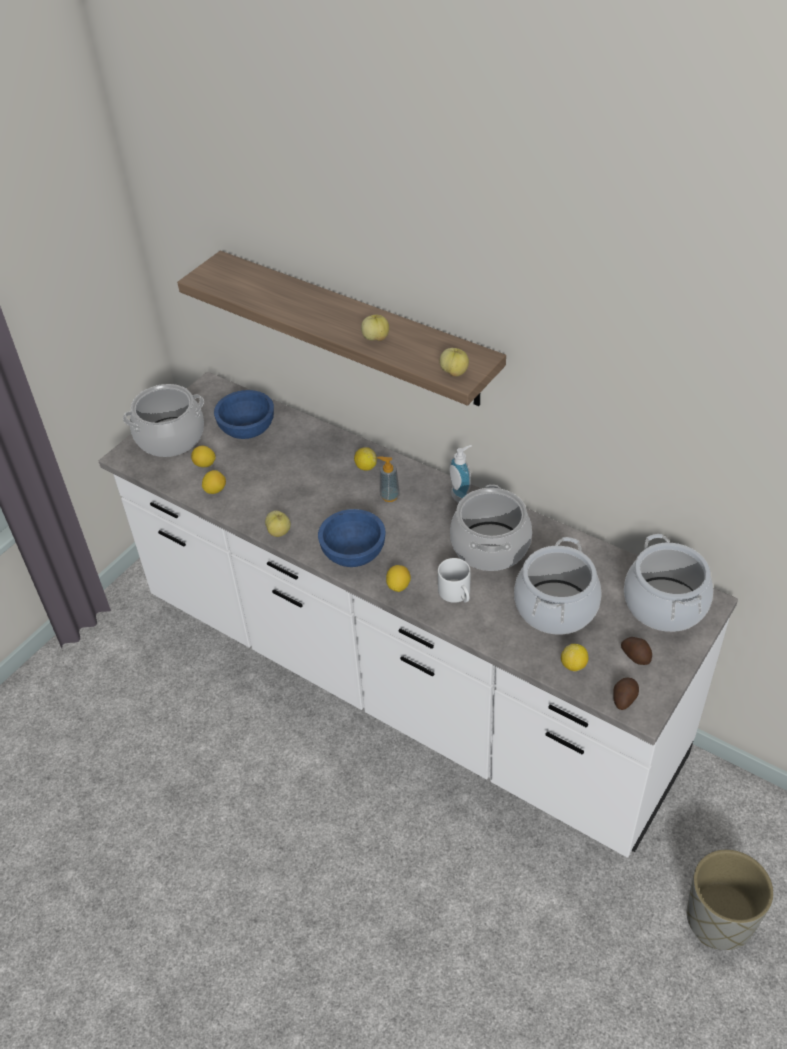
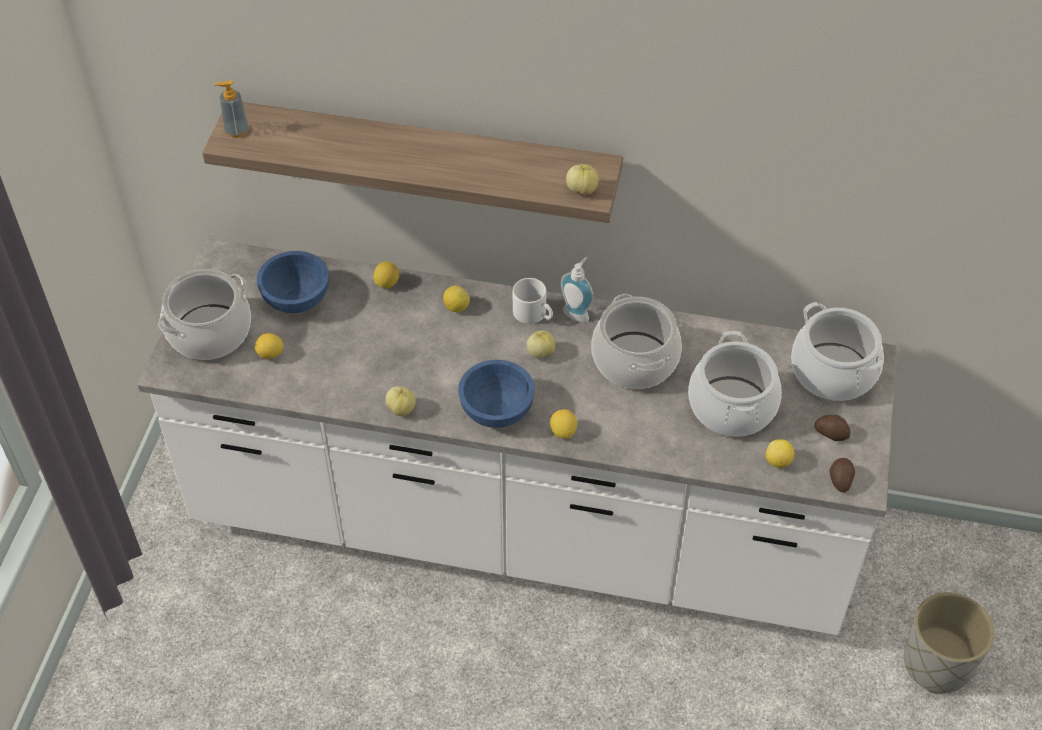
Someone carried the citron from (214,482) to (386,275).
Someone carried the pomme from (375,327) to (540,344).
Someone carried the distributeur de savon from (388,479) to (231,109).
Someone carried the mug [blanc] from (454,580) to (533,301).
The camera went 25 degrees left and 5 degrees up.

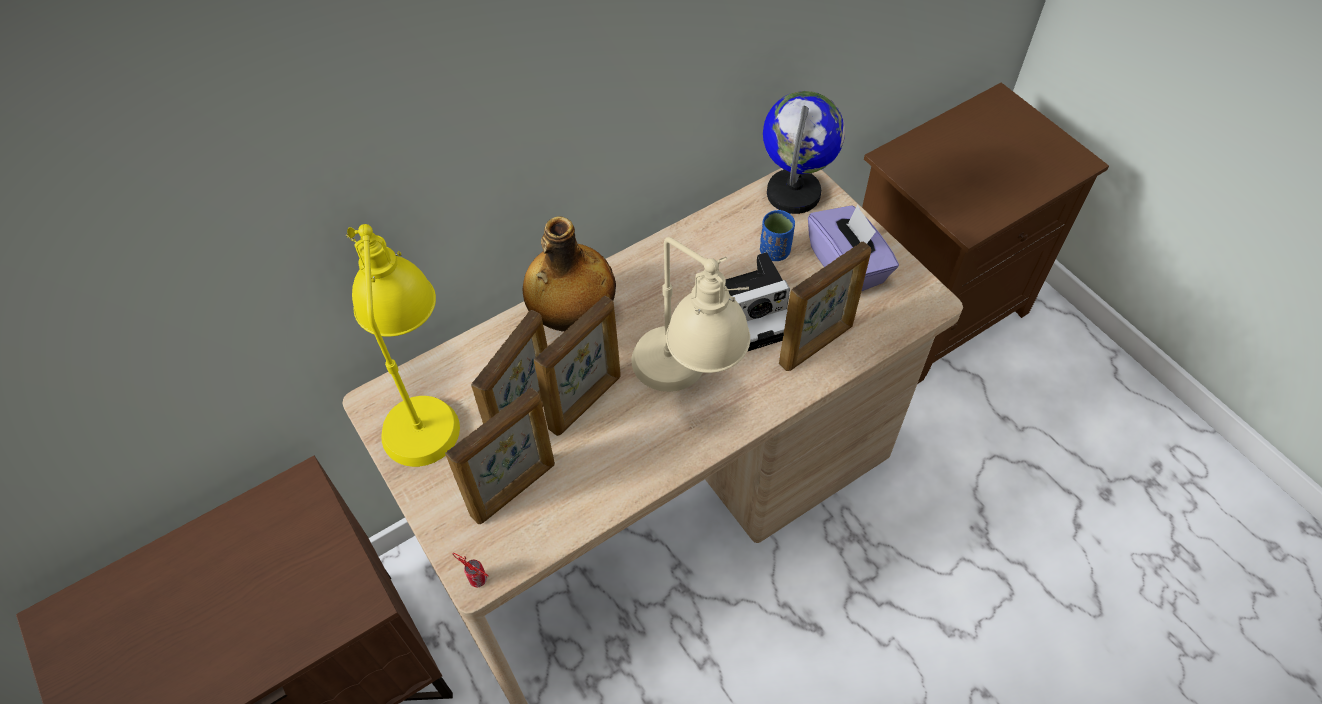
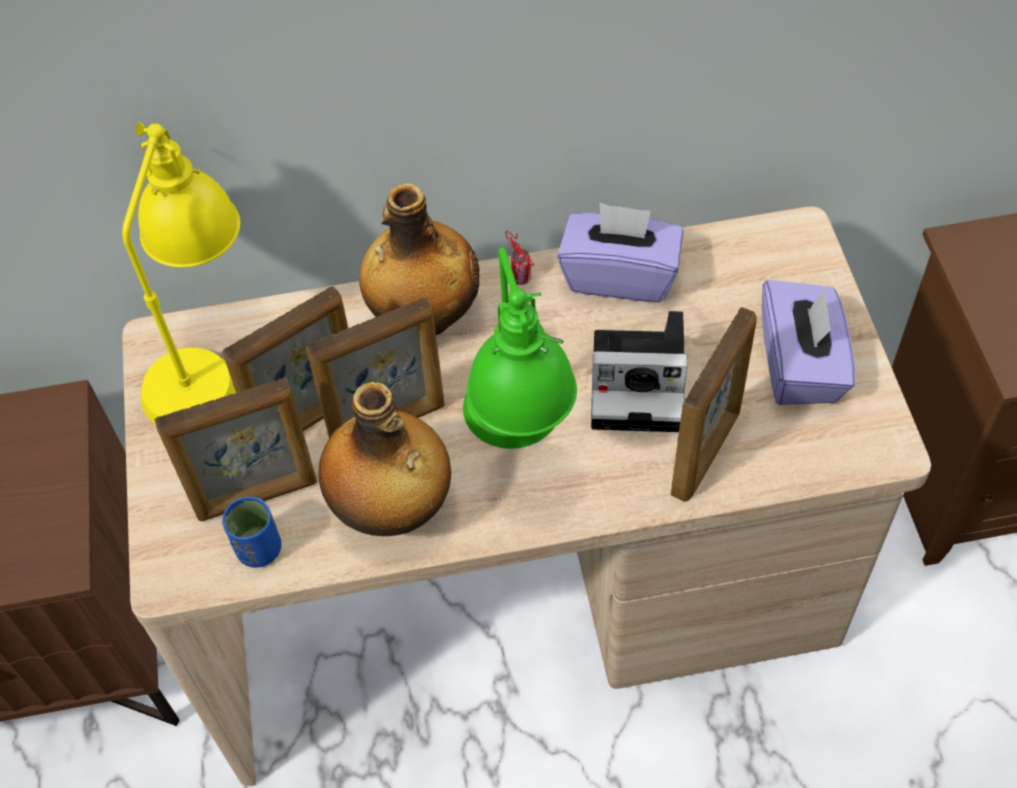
Someone carried the boîte métallique from (471,570) to (519,258).
Someone repainted the lampe de table [beige] at (690,314), which became the lampe de table [vert] at (520,348).
Someone carried the tasse [bleu] from (777,235) to (251,532).
Someone took away the globe at (804,152).
Someone rotated the cadre photo at (825,306) by 45 degrees counterclockwise.
Someone put down the bouteille at (385,459).
Someone put down the boîte à mouchoirs [violet] at (620,252).
The camera went 25 degrees right and 0 degrees up.

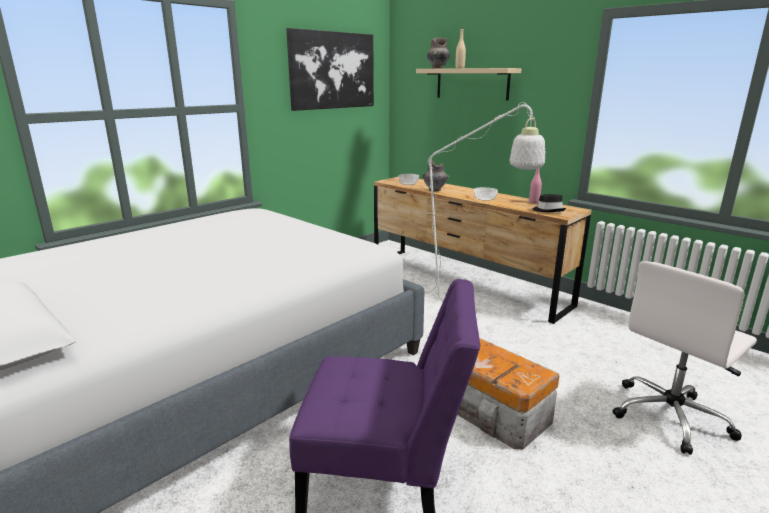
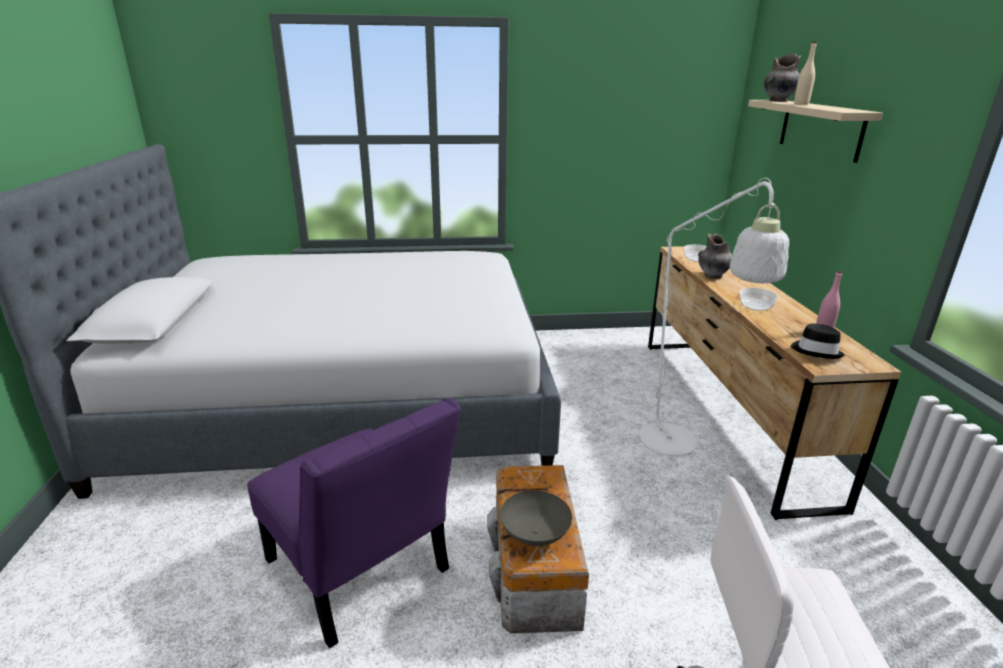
Someone took away the tableau at (330,69).
Someone put down the bol [gris] at (536,518).
The camera went 40 degrees right and 5 degrees up.

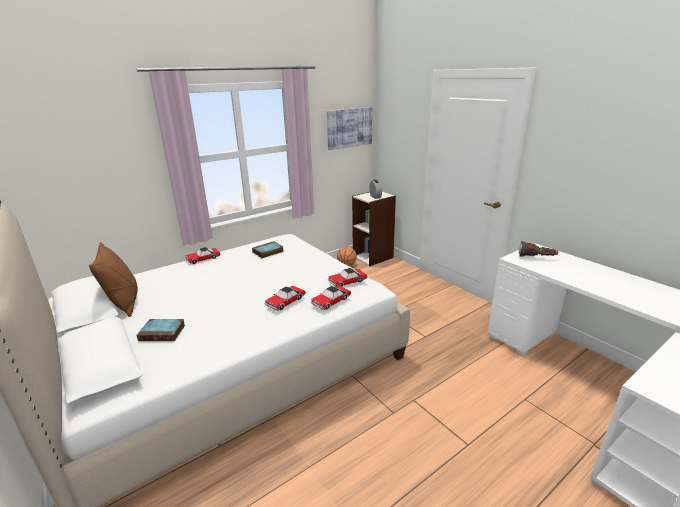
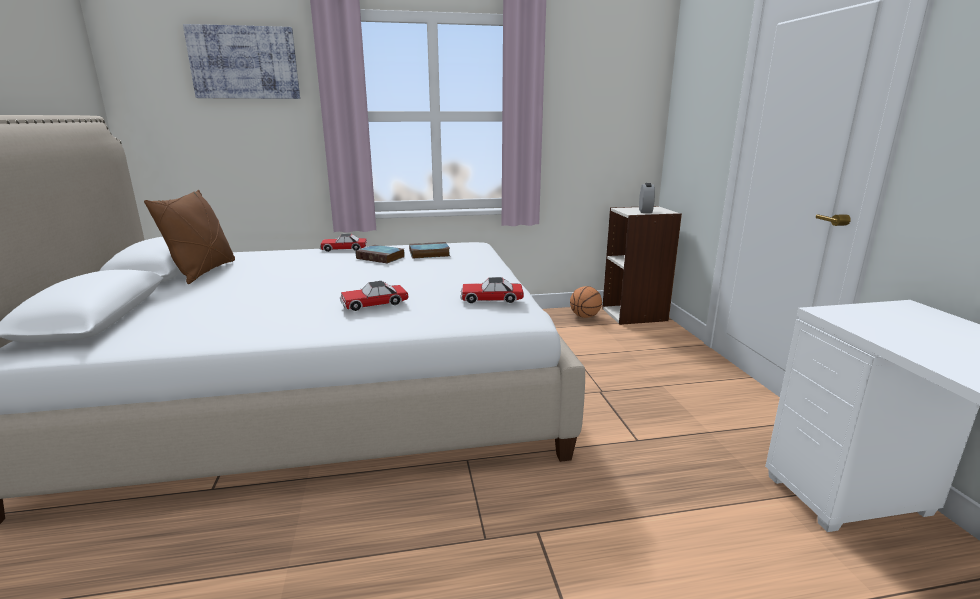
Someone carried the livre from (161,330) to (380,254).
Someone took away the petite voiture at (331,297).
Someone carried the tableau from (349,128) to (241,61).
Someone took away the lampe de poche at (538,249).
The camera went 25 degrees right and 5 degrees down.

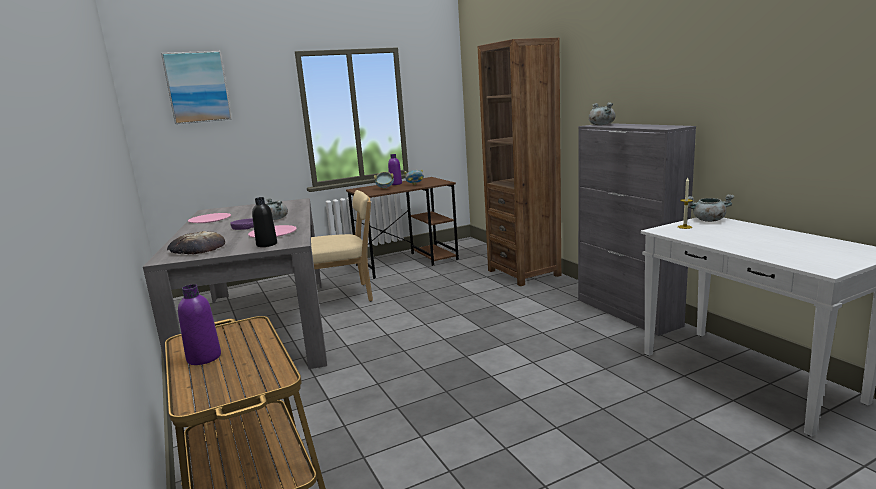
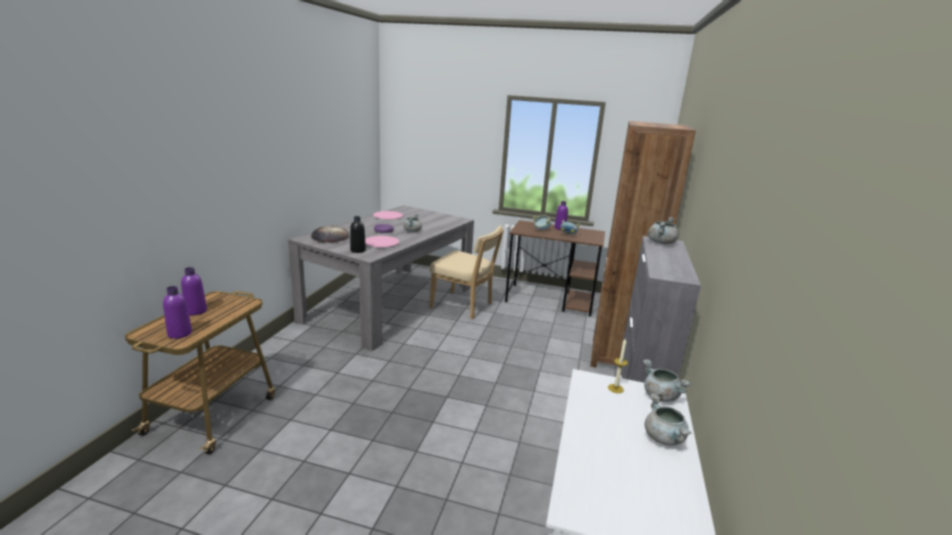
Someone took away the tableau at (196,87).
Someone put down the bouteille [violet] at (177,312).
Someone put down the marmite [gris] at (668,419).
The camera went 40 degrees right and 5 degrees up.

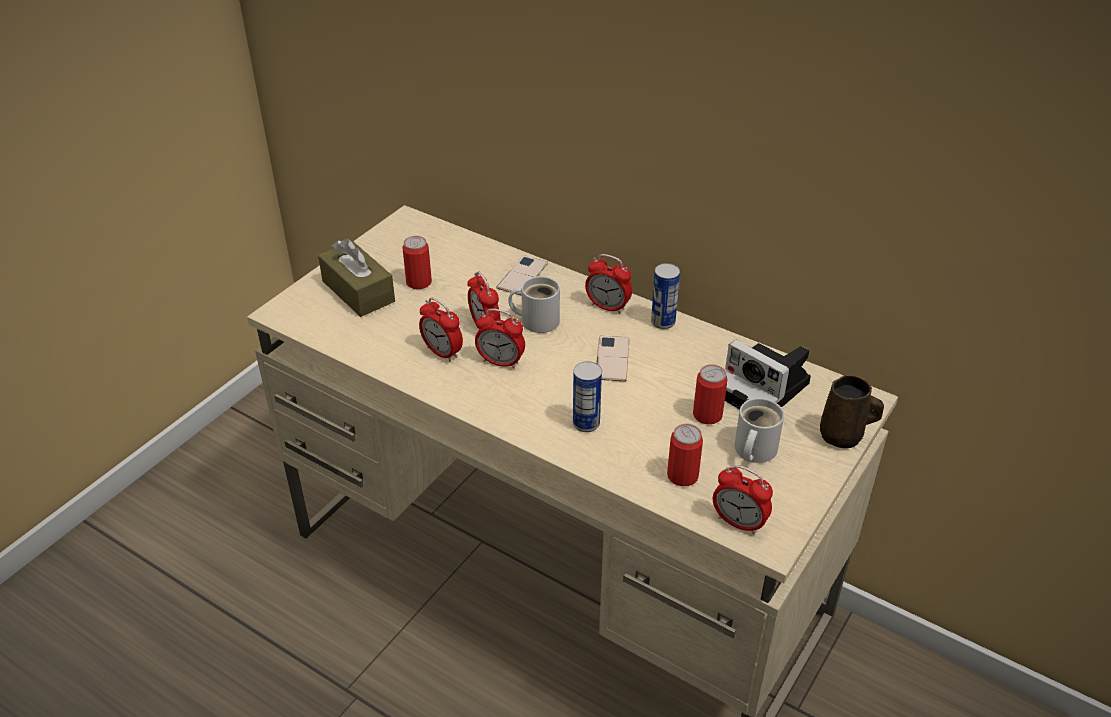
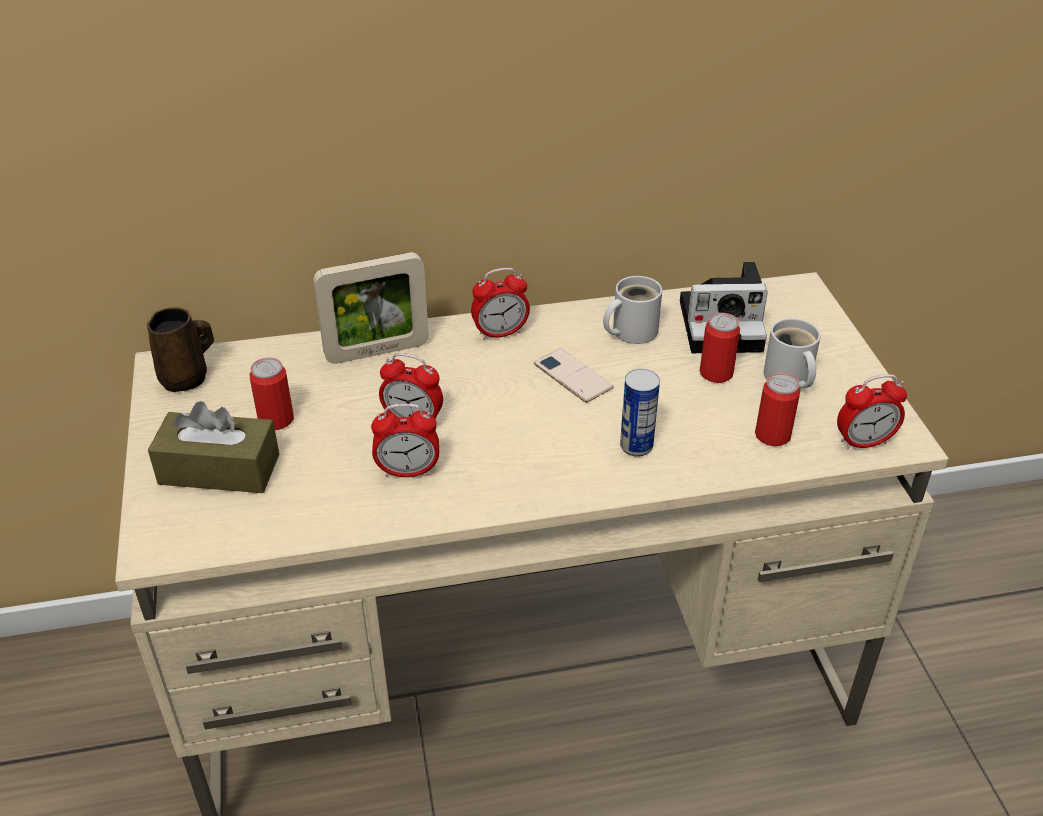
Someone took away the réveil at (500,338).
Someone swapped the téléphone at (522,275) for the cadre photo at (371,308).
Someone carried the mug [blanc] from (534,304) to (632,310).
Someone took away the boîte métallique at (665,296).
Someone carried the mug [marron] from (852,411) to (180,349).
The camera went 45 degrees left and 0 degrees up.

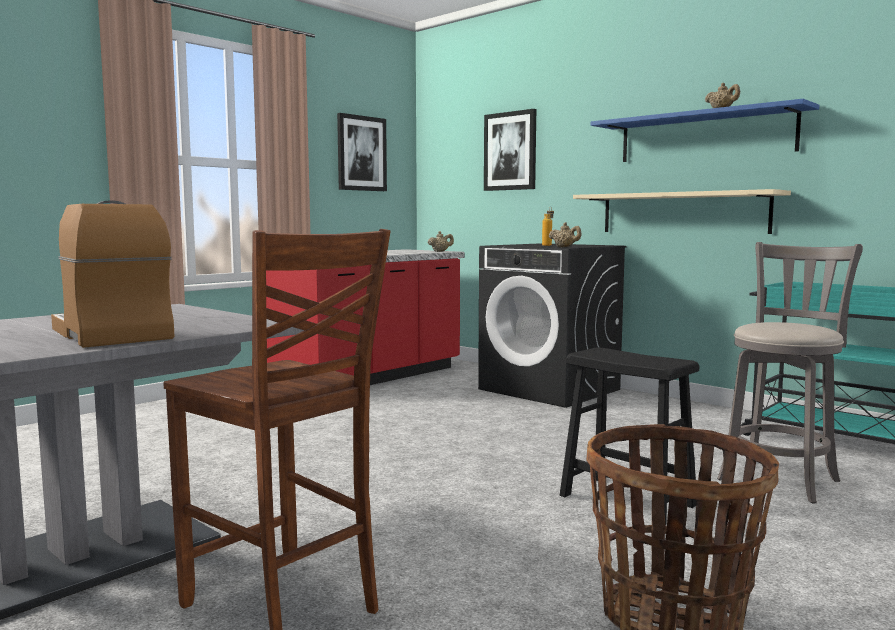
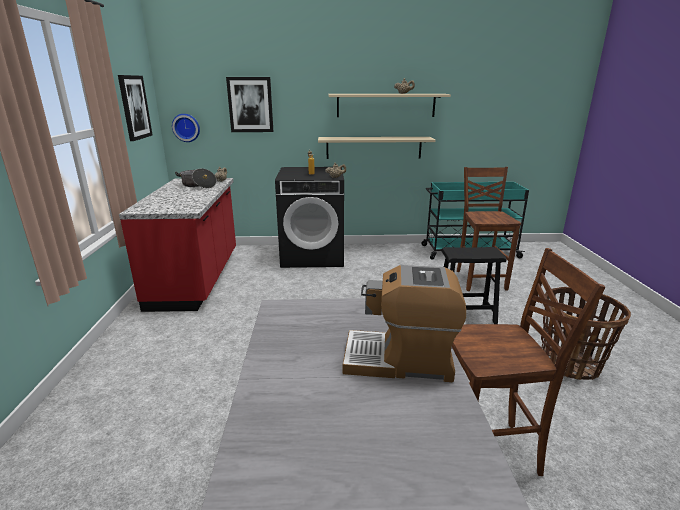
Someone repainted the étagère [bleu] at (705,130), which became the étagère [beige] at (390,105).
Someone swapped the tabouret [gris] at (790,372) for the chaise [marron] at (489,229).
Someone put up the horloge murale at (186,128).
Someone put down the marmite at (196,178).
The camera went 45 degrees left and 15 degrees up.

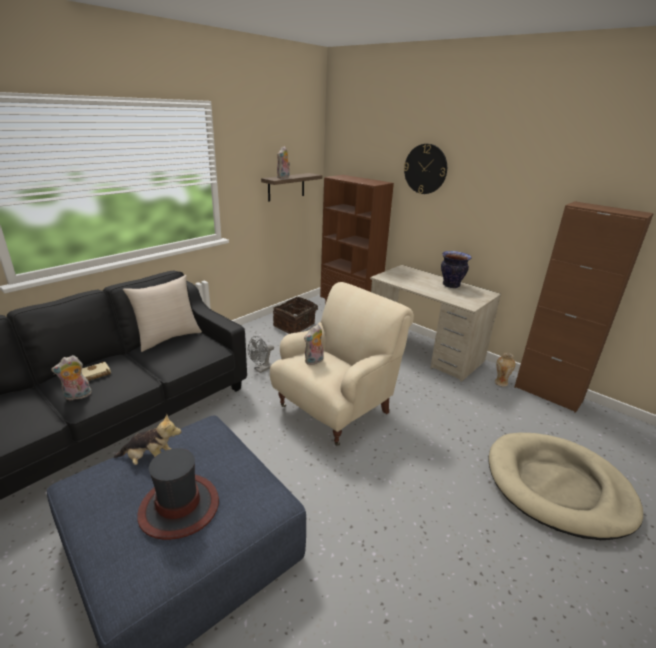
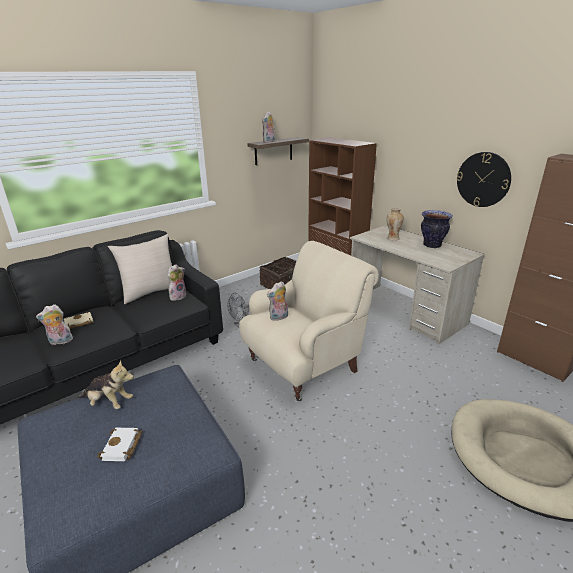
Someone swapped the chapeau at (178,494) for the livre [blanc] at (119,444).
Someone carried the horloge murale from (425,169) to (483,179).
Someone carried the vase from (505,370) to (395,224).
Someone put down the peluche at (176,282).
The camera went 10 degrees right and 0 degrees up.

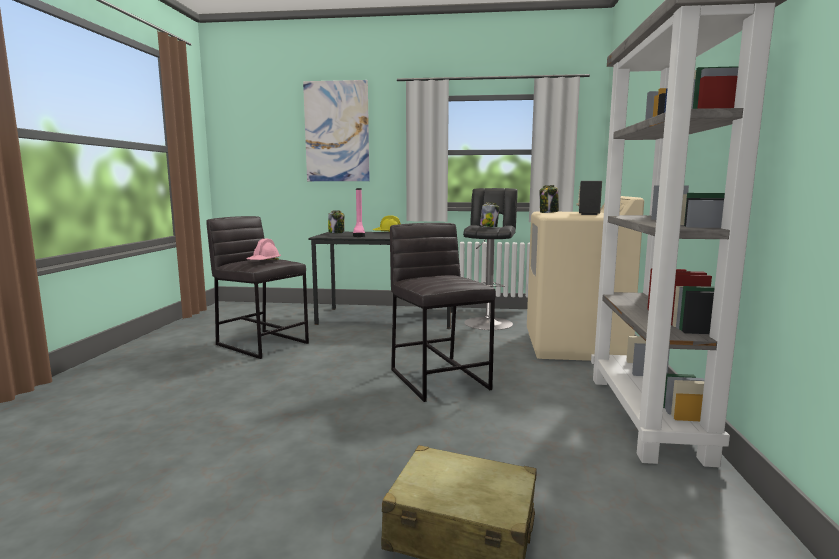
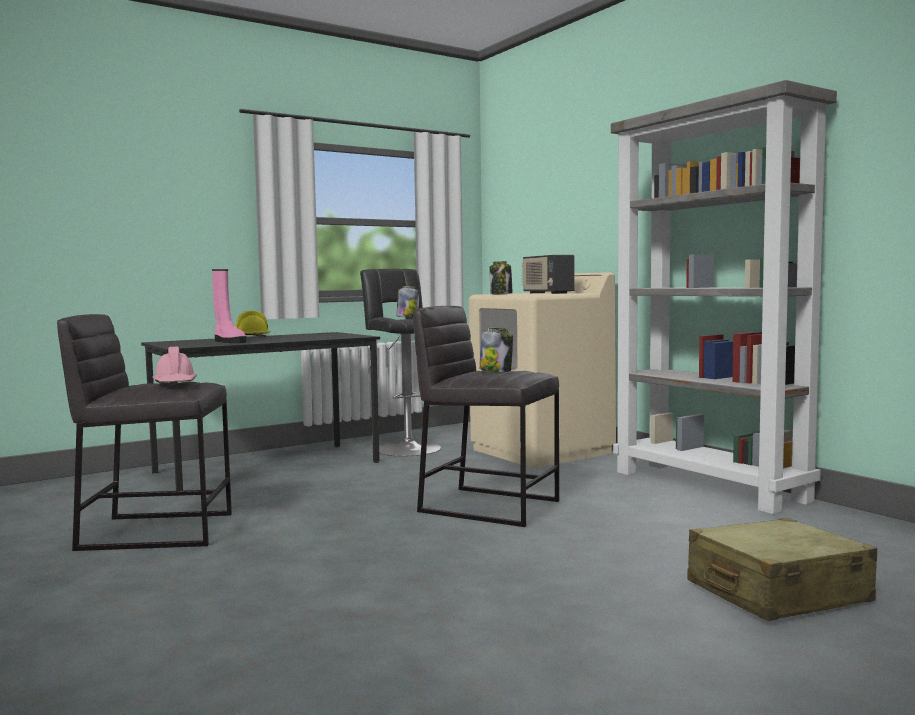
Someone took away the tableau at (336,130).
Someone carried the bocal from (336,221) to (496,350).
The camera went 40 degrees left and 5 degrees down.

